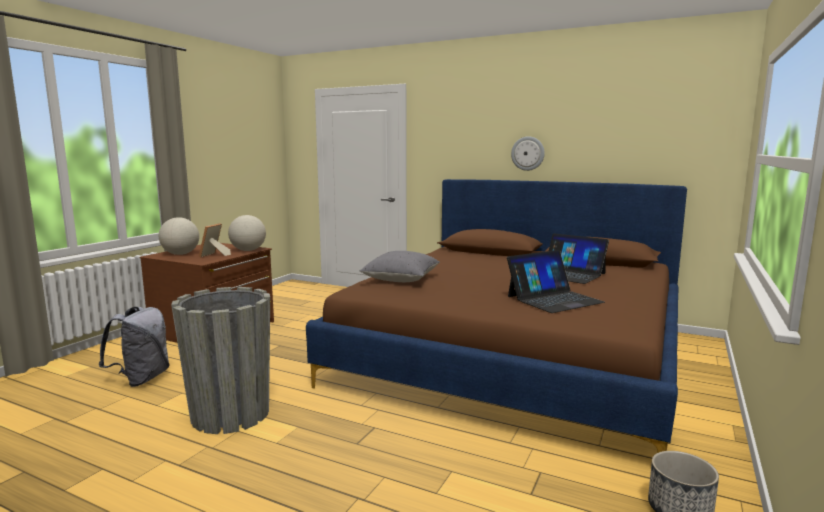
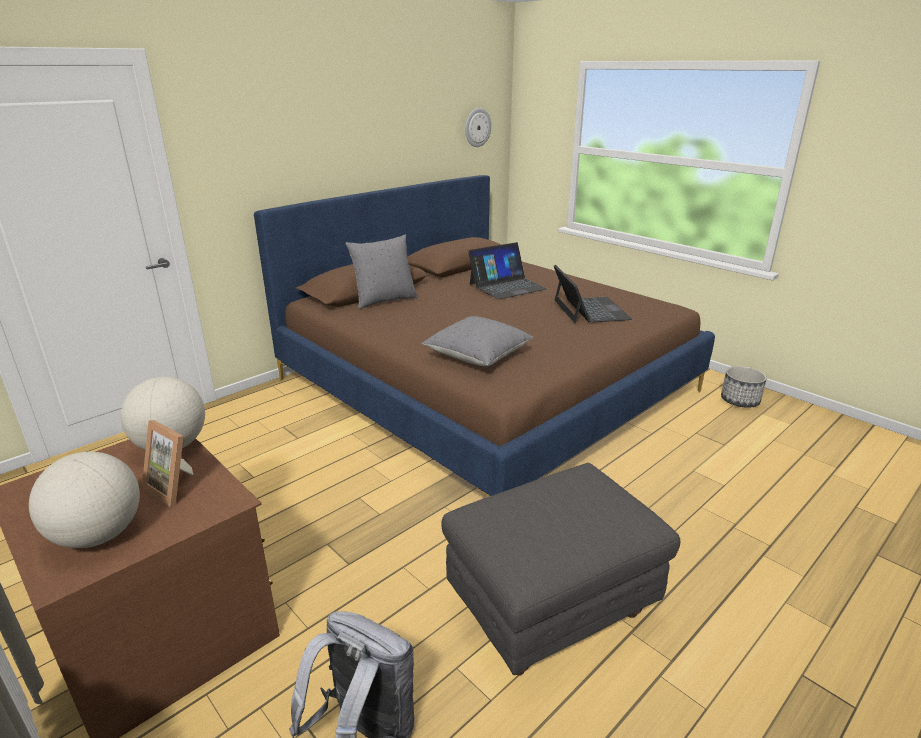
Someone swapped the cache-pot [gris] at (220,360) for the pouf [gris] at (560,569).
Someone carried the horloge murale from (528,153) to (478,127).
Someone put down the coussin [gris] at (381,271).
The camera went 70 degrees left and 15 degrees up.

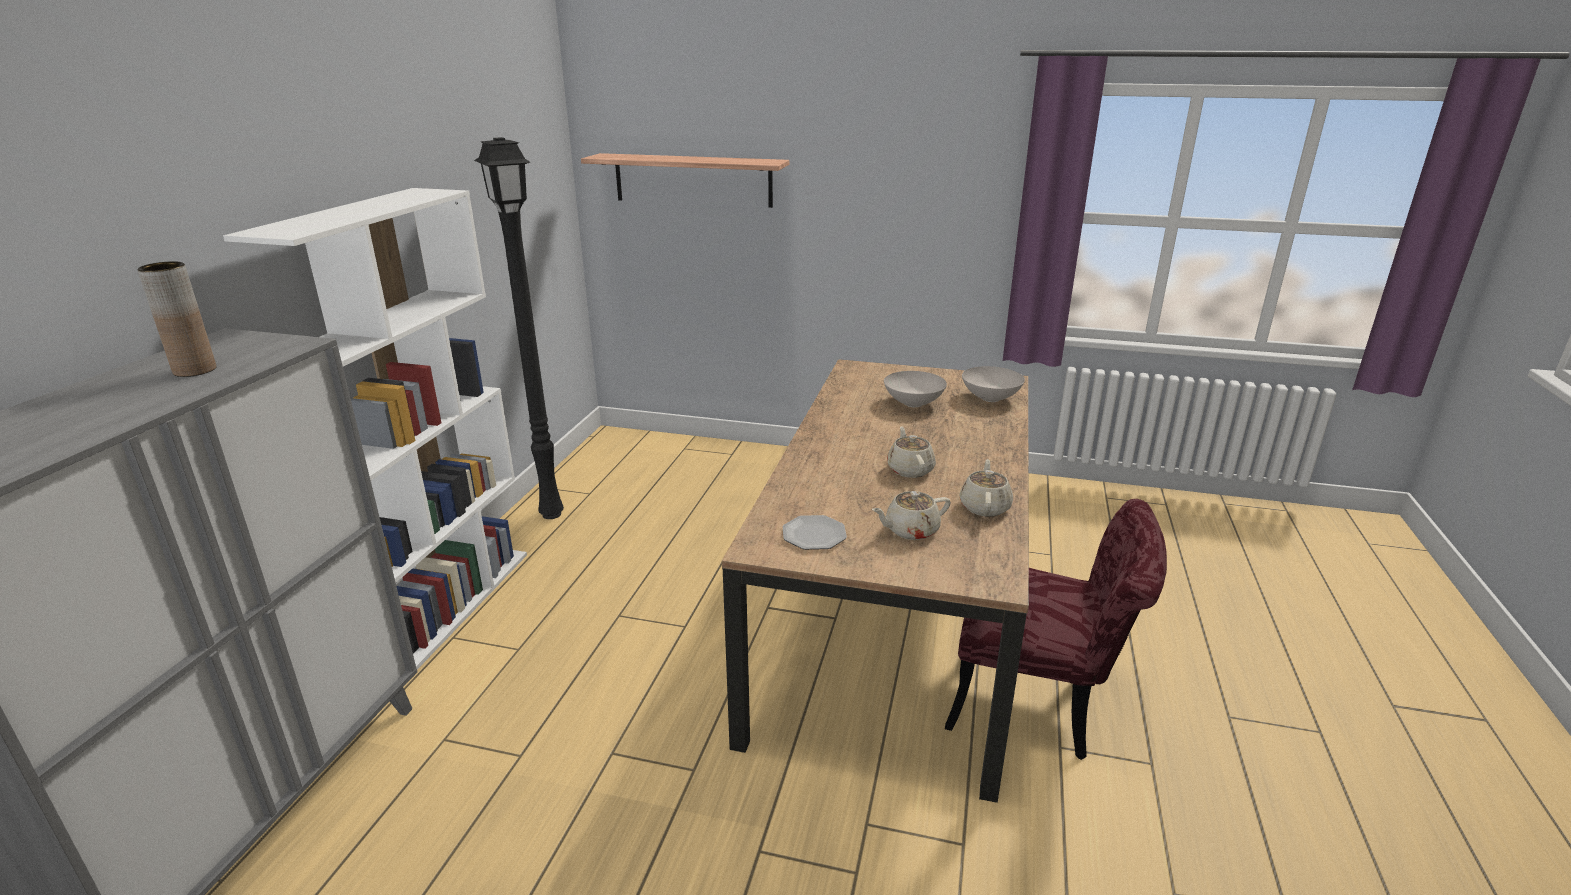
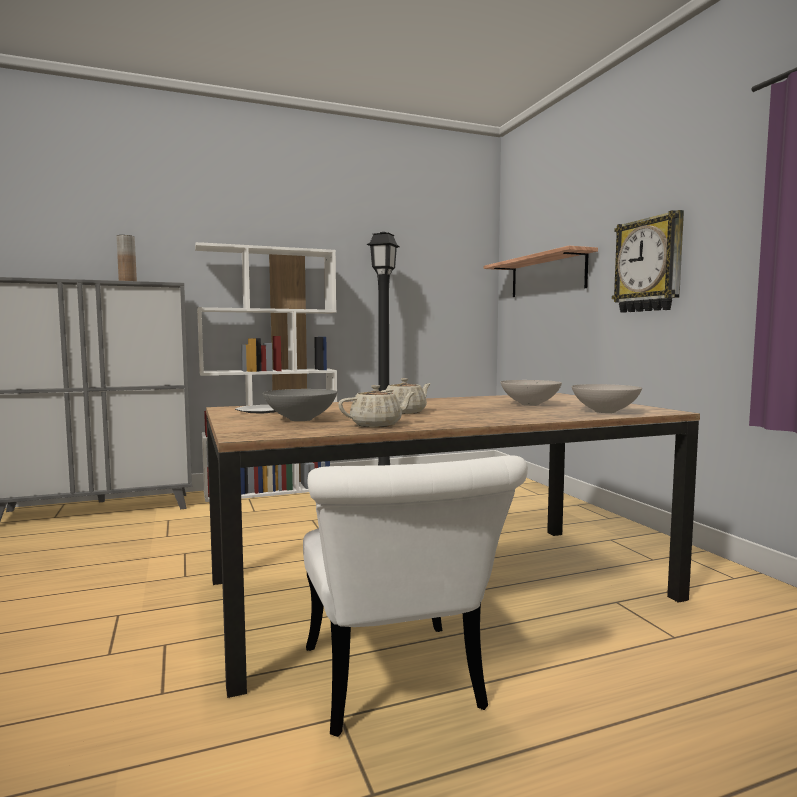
Someone swapped the théière [beige] at (911,515) for the bol [gris] at (300,405).
Someone repainted the chaise [rouge] at (1056,629), which became the chaise [blanc] at (415,596).
Someone put up the horloge murale at (648,261).
The camera went 55 degrees right and 20 degrees down.

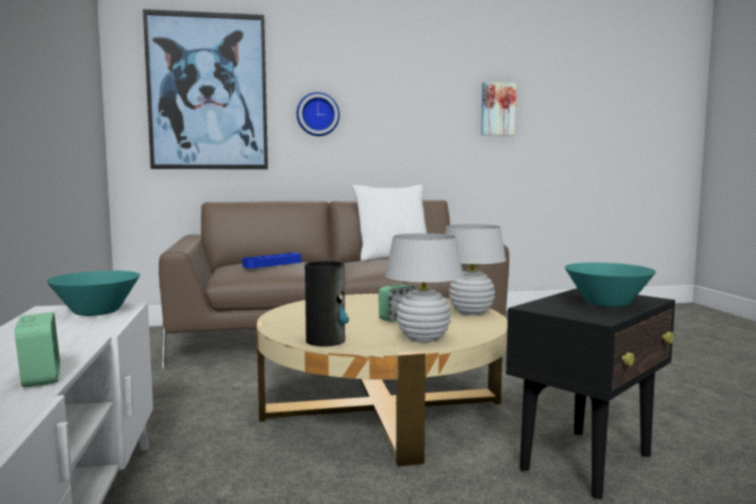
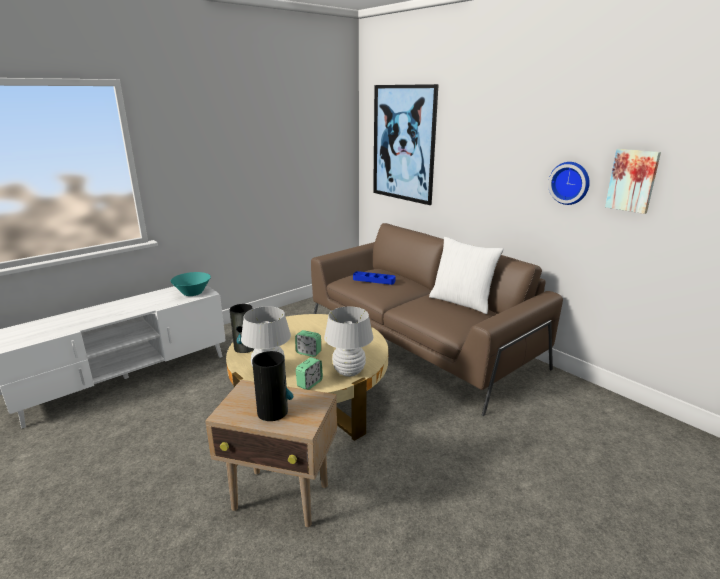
Someone carried the réveil from (37,349) to (309,373).
Someone carried the horloge murale from (318,114) to (569,183).
Someone repainted the table d'appoint [noir] at (590,394), which became the table d'appoint [beige] at (271,453).
Someone swapped the bol [turquoise] at (610,285) for the vase at (272,386).
The camera went 60 degrees right and 15 degrees up.

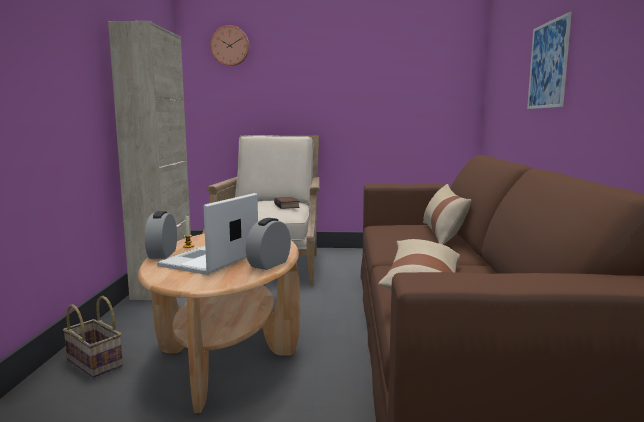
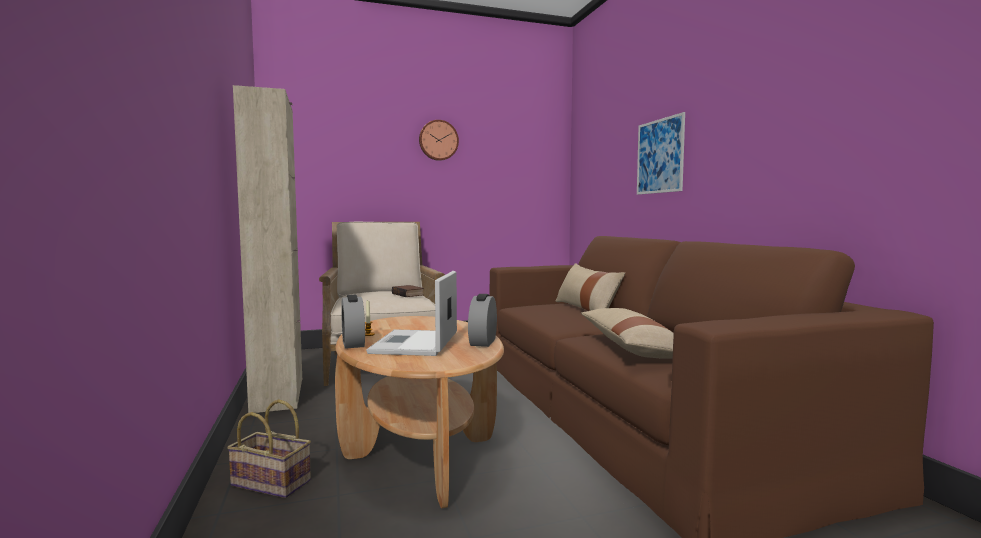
Someone carried the horloge murale from (230,45) to (439,140).
The camera went 20 degrees left and 5 degrees down.

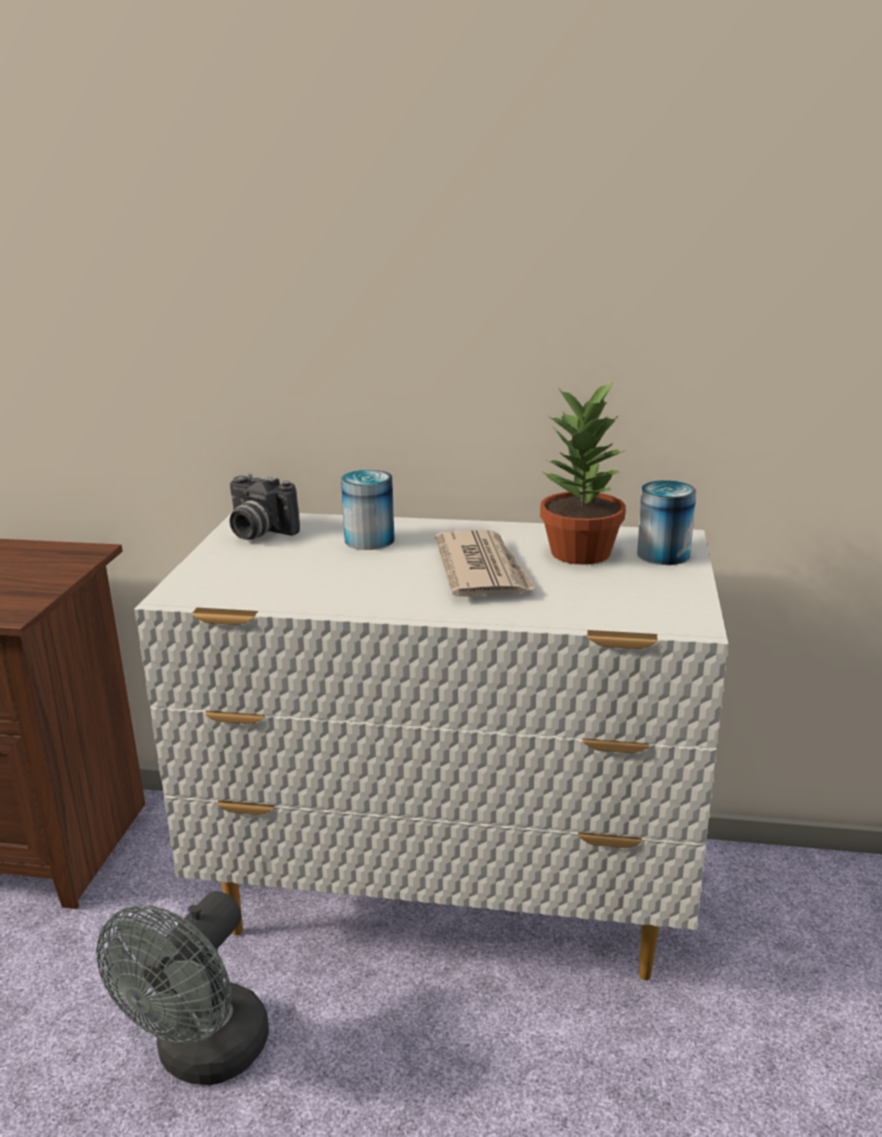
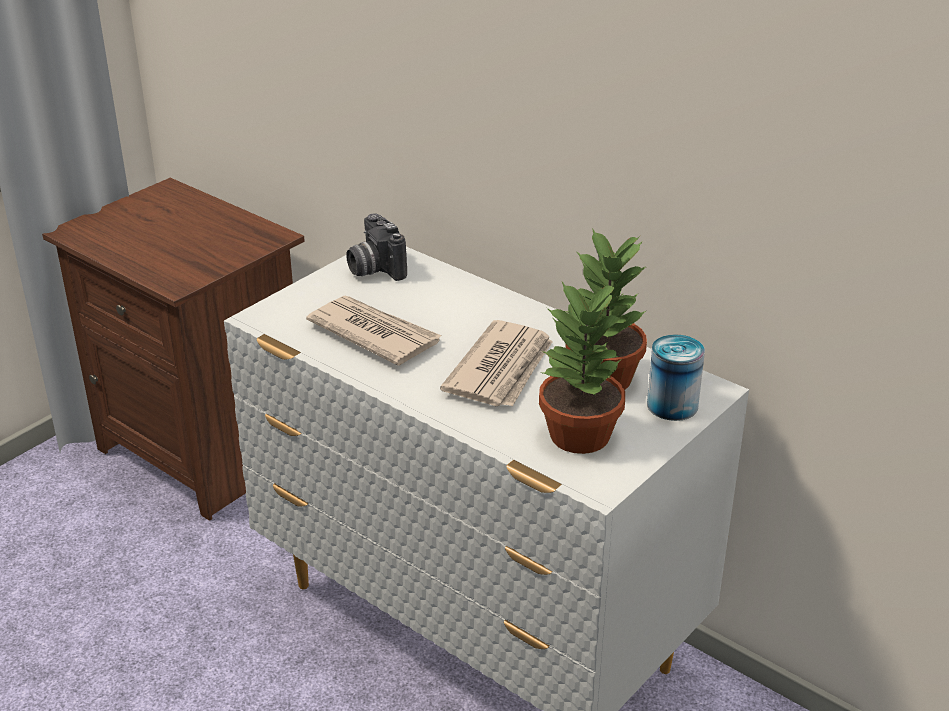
Someone took away the ventilateur [gris] at (182,988).
Someone took away the boîte métallique at (368,510).
Someone put down the journal at (374,330).
Someone put down the plante en pot at (582,368).
The camera went 30 degrees right and 10 degrees up.

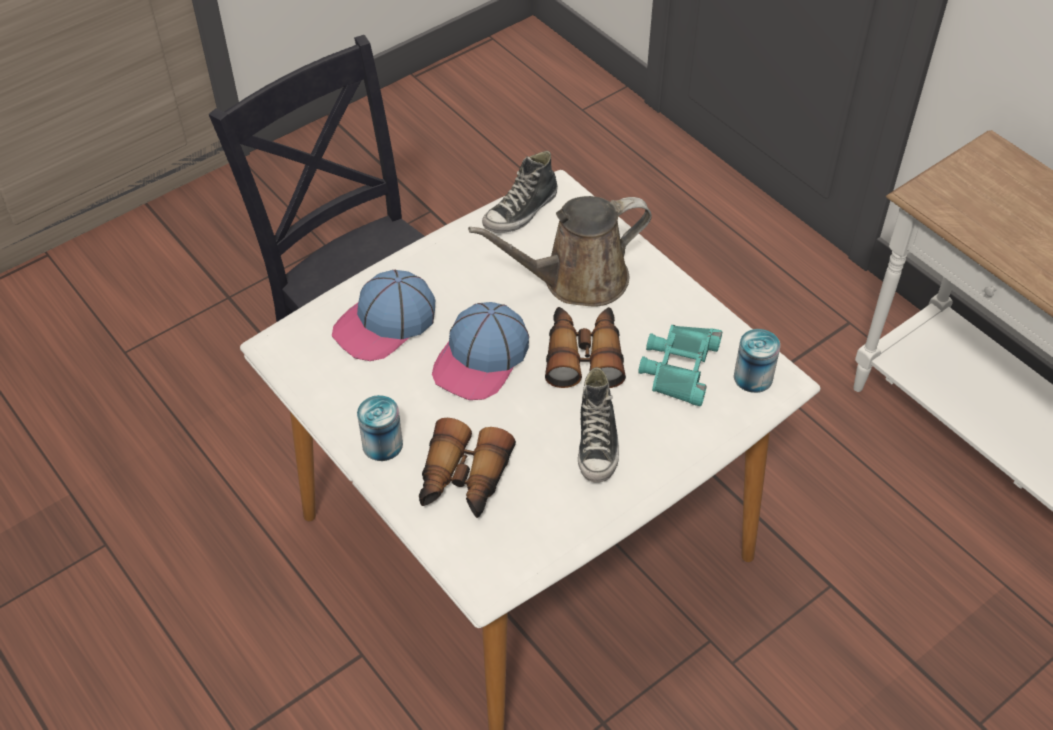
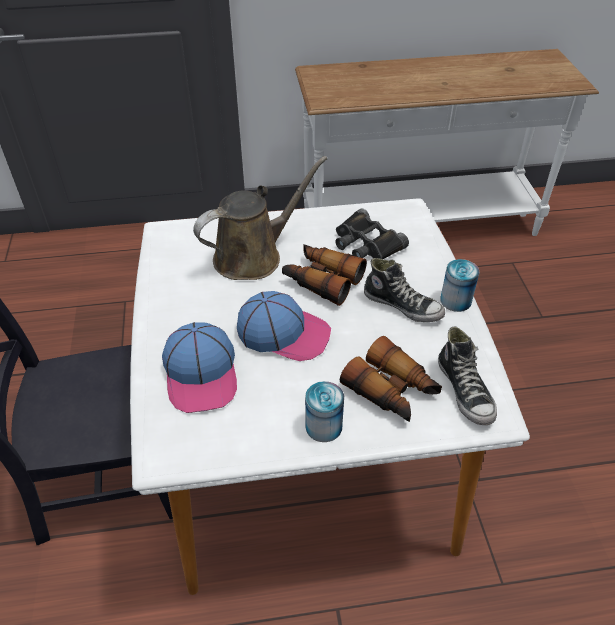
Someone rotated the casquette at (480,351) by 45 degrees counterclockwise.
Someone rotated the arrosoir [marron] at (560,251) by 135 degrees counterclockwise.
Someone carried the chaussure from (520,192) to (467,375).
Someone repainted the jumelles [turquoise] at (680,365), which became the jumelles [noir] at (372,233).
Someone carried the boîte métallique from (757,361) to (459,285).
The camera went 60 degrees left and 5 degrees down.

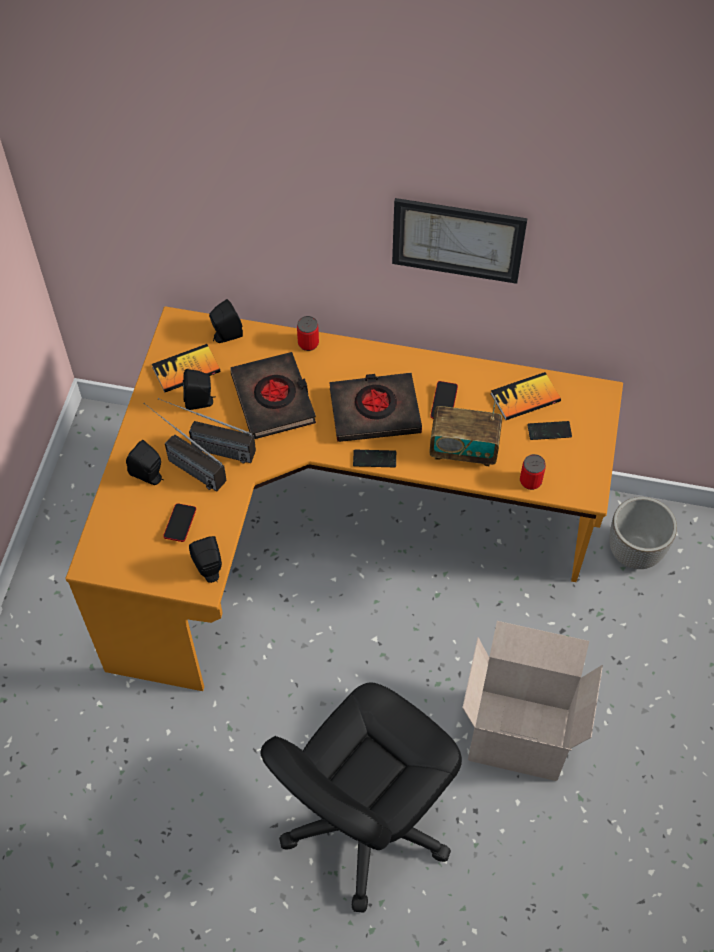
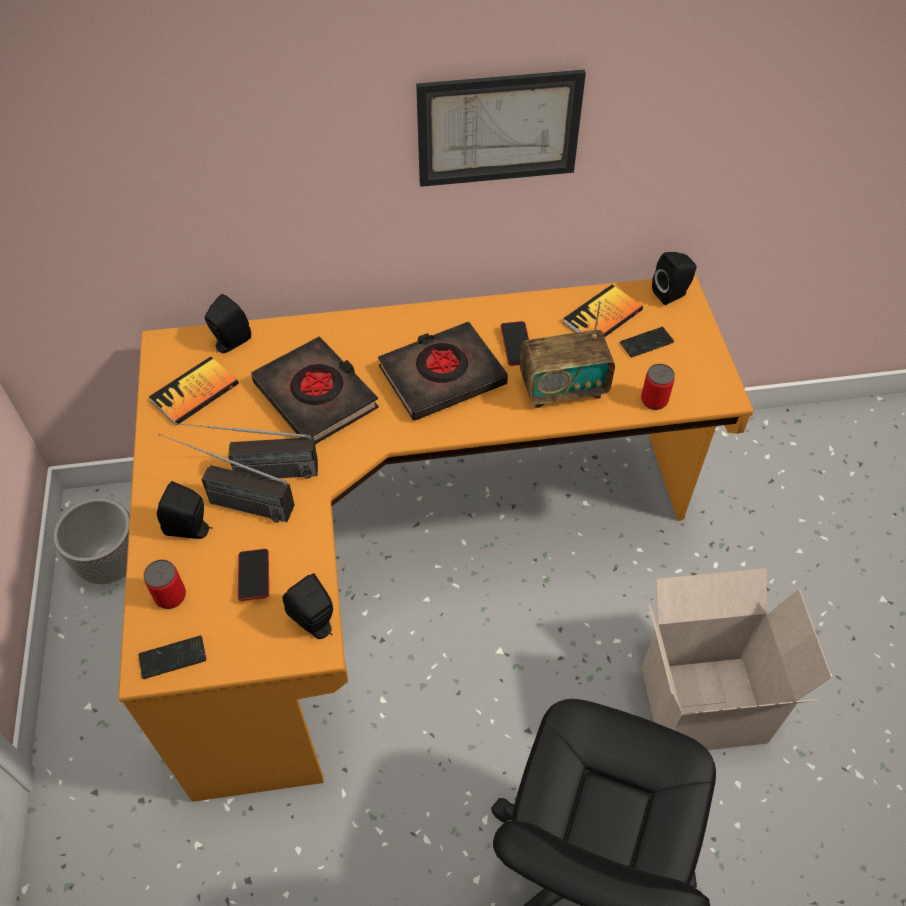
Someone carried the enceinte [noir] from (198,389) to (674,278).
Someone carried the boîte métallique from (308,333) to (165,584).
Someone carried the téléphone from (374,458) to (172,657).
Someone carried the cache-pot from (643,533) to (91,541).
The camera went 20 degrees left and 5 degrees down.

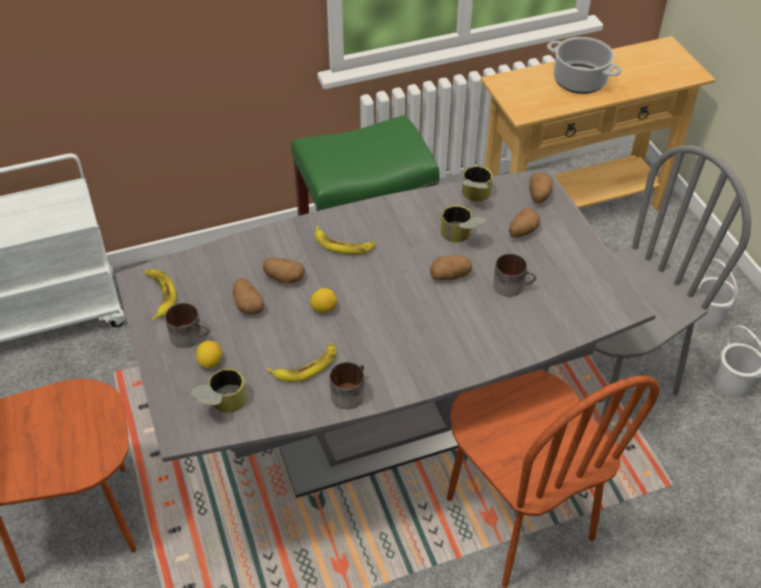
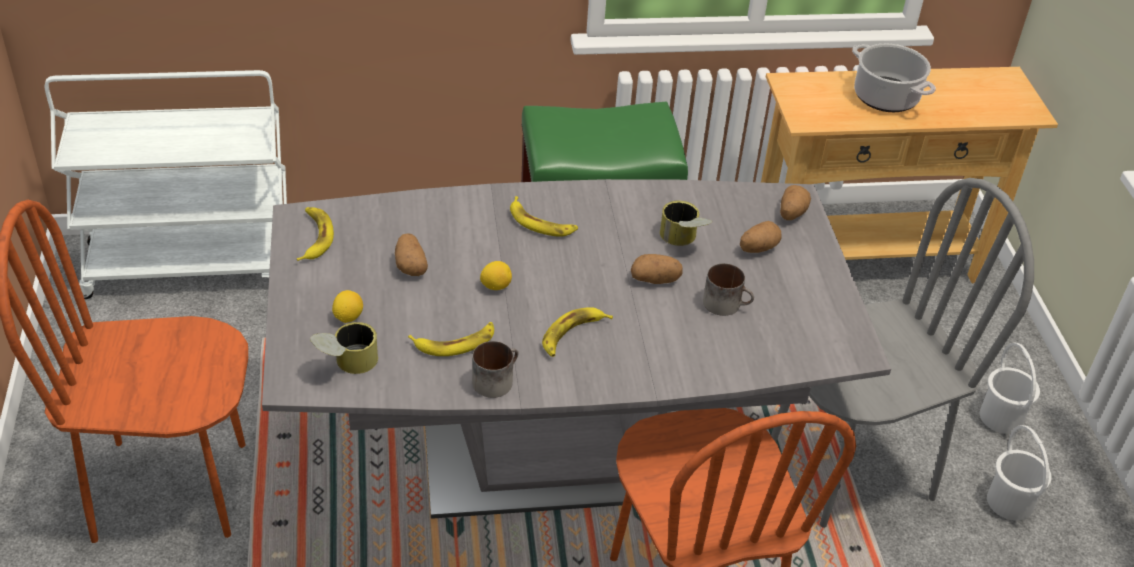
Someone took away the mug at (187,325).
Someone took away the pomme de terre at (284,270).
Someone took away the boîte métallique at (477,183).
Someone put down the banane at (577,332).
The camera went 10 degrees right and 5 degrees down.

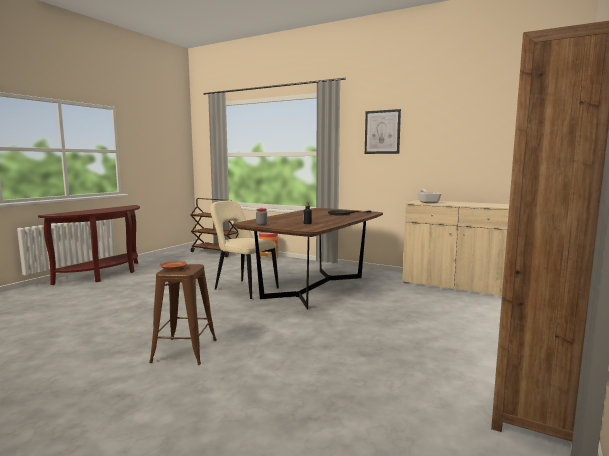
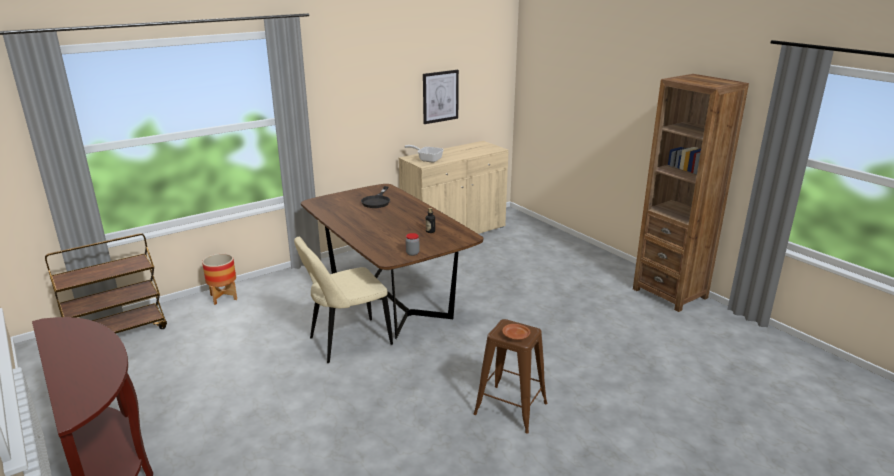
Someone carried the tableau from (383,131) to (441,97).
The camera went 65 degrees left and 15 degrees up.

